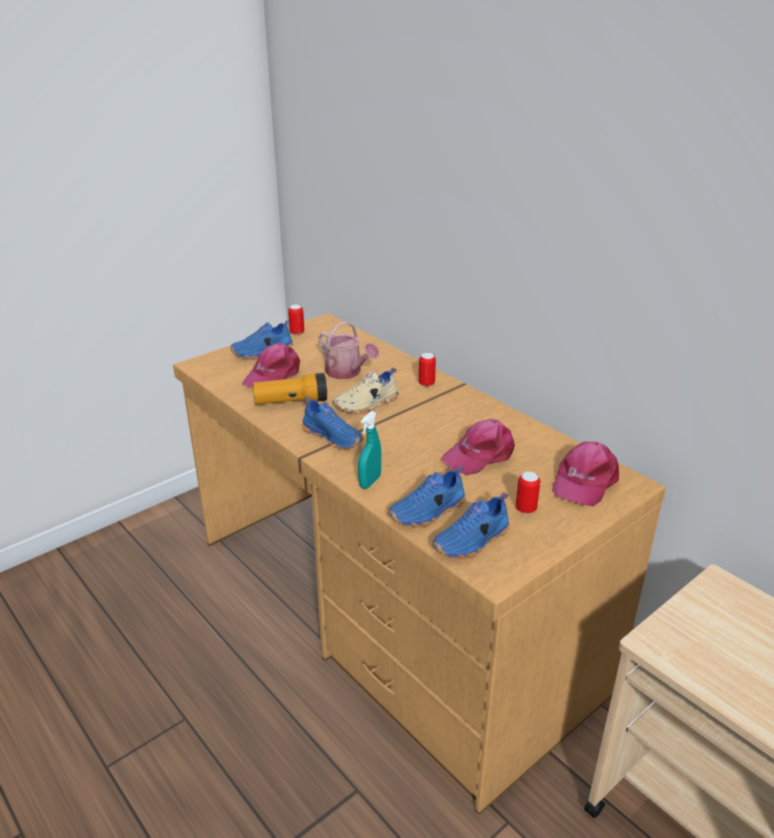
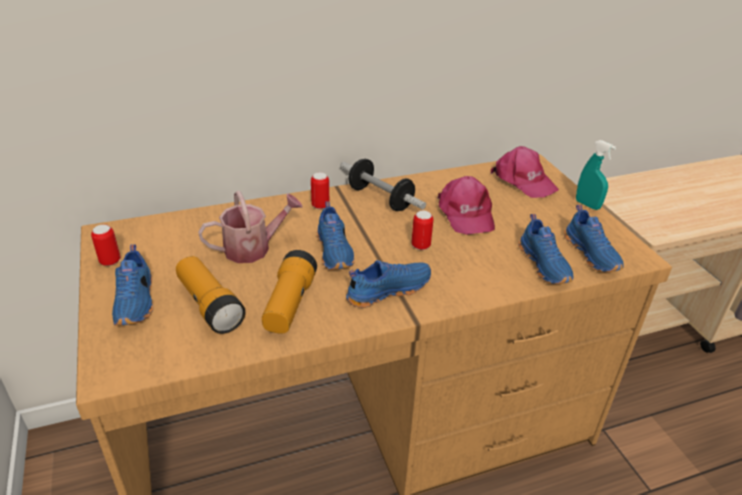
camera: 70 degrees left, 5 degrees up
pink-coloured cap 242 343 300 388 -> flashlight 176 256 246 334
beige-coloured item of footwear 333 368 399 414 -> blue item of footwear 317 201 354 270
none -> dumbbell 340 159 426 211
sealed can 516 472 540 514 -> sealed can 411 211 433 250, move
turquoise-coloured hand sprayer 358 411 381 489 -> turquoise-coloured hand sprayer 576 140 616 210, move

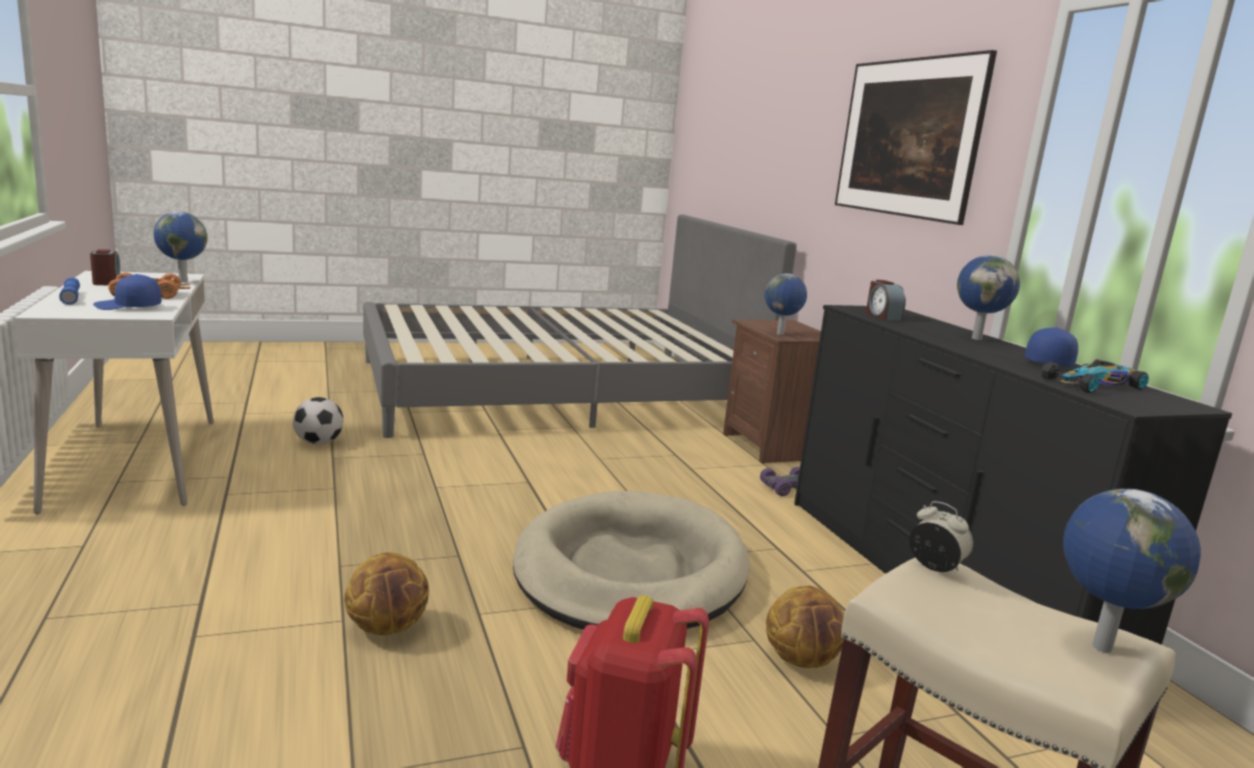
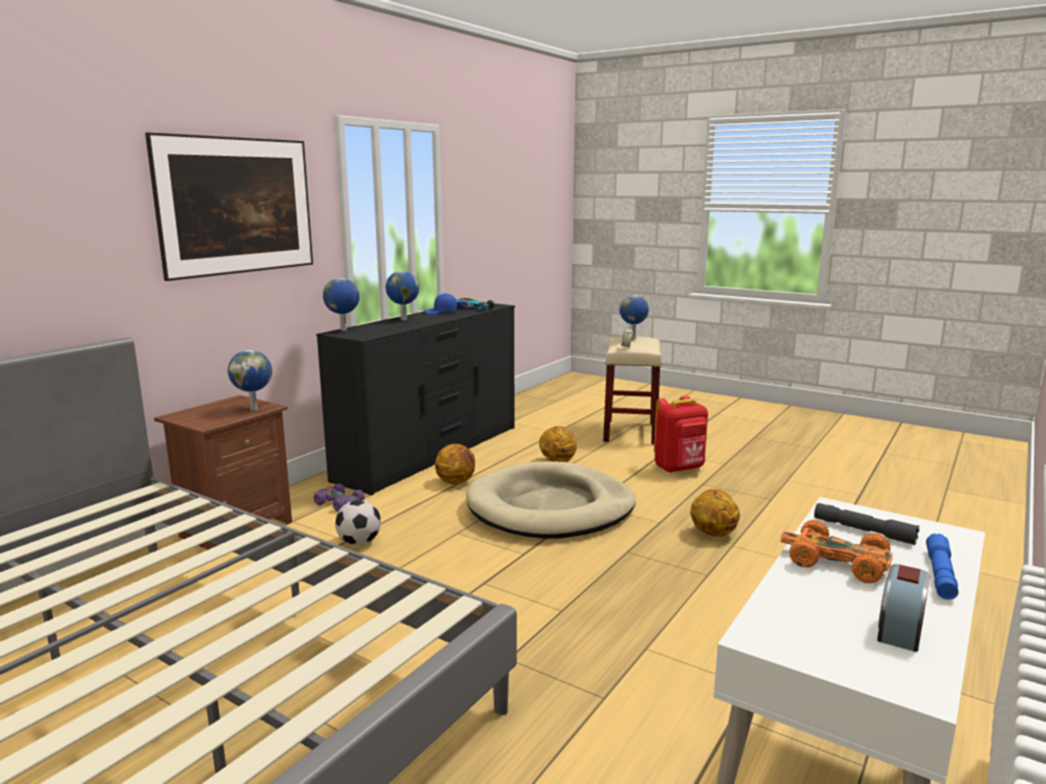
camera: 125 degrees left, 0 degrees up
globe 153 212 207 282 -> globe 323 278 360 331, move
ball for football 293 397 344 445 -> ball for football 335 500 381 545, move
none -> ball for basketball 435 444 475 485
blue cap 93 274 161 310 -> grey flashlight 814 503 919 545
alarm clock 866 280 906 321 -> none

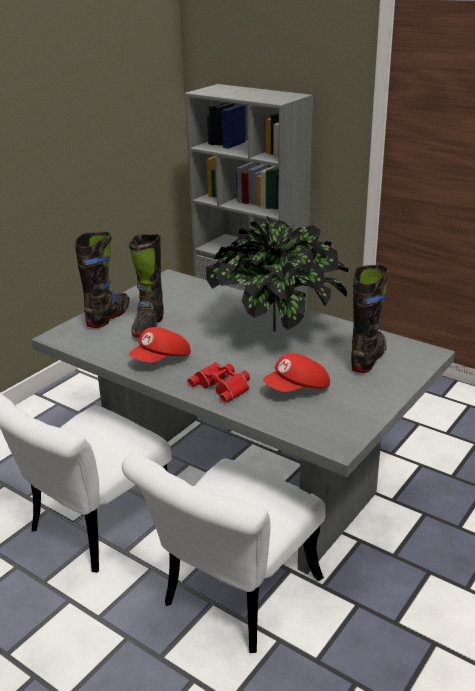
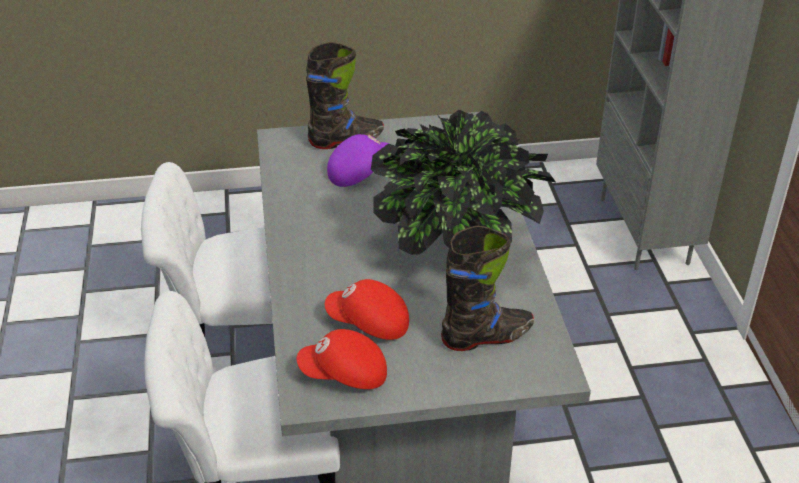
camera: 45 degrees right, 10 degrees up
reddish cap 129 327 191 363 -> reddish cap 297 329 387 389, move
black high-top boot 129 234 164 338 -> purplish cap 327 134 389 187
reddish pair of binoculars 188 362 250 403 -> none

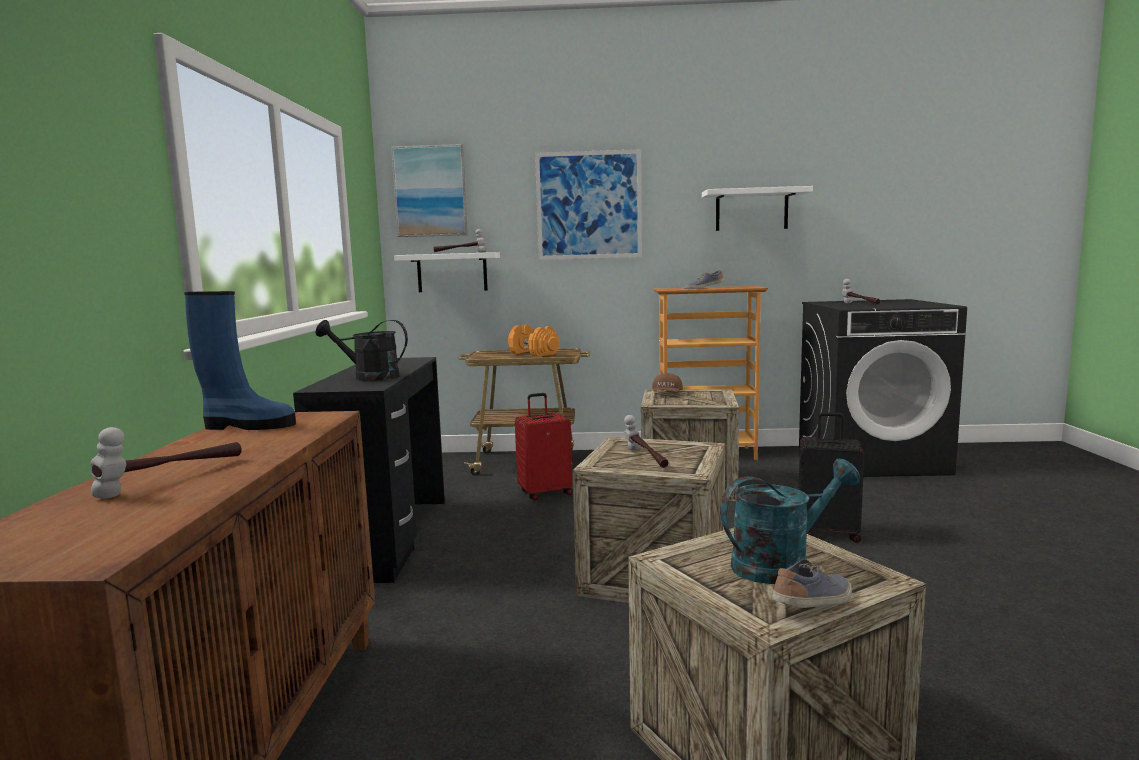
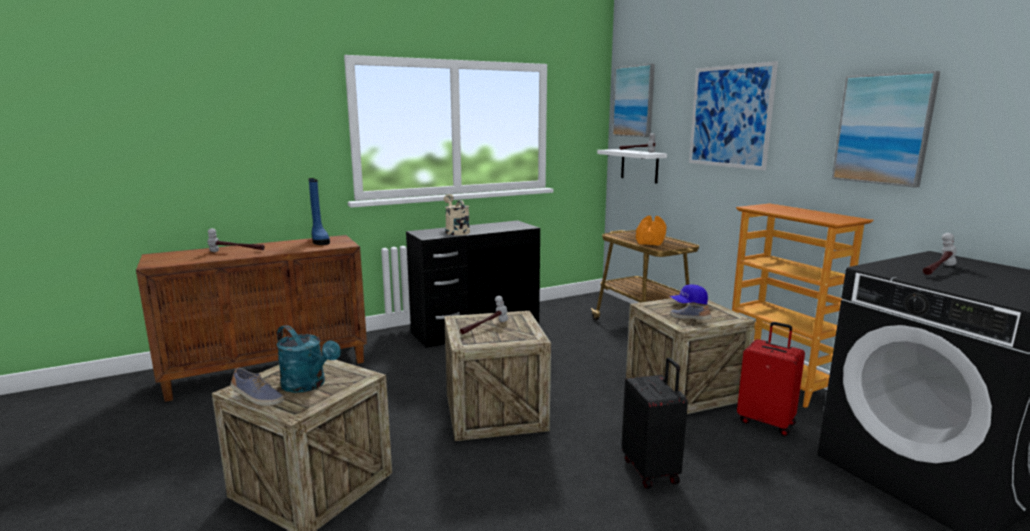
camera: 60 degrees right, 5 degrees up
black watering pot 315 320 408 381 -> beige-coloured watering pot 444 194 470 235
brownish cap 652 373 683 392 -> blue cap 669 284 708 304
item of footwear 684 270 724 289 -> item of footwear 670 304 711 320, move
reddish travel case 515 393 573 500 -> reddish travel case 737 322 805 436, move
white wall shelf 702 186 813 231 -> wall picture 832 71 940 188

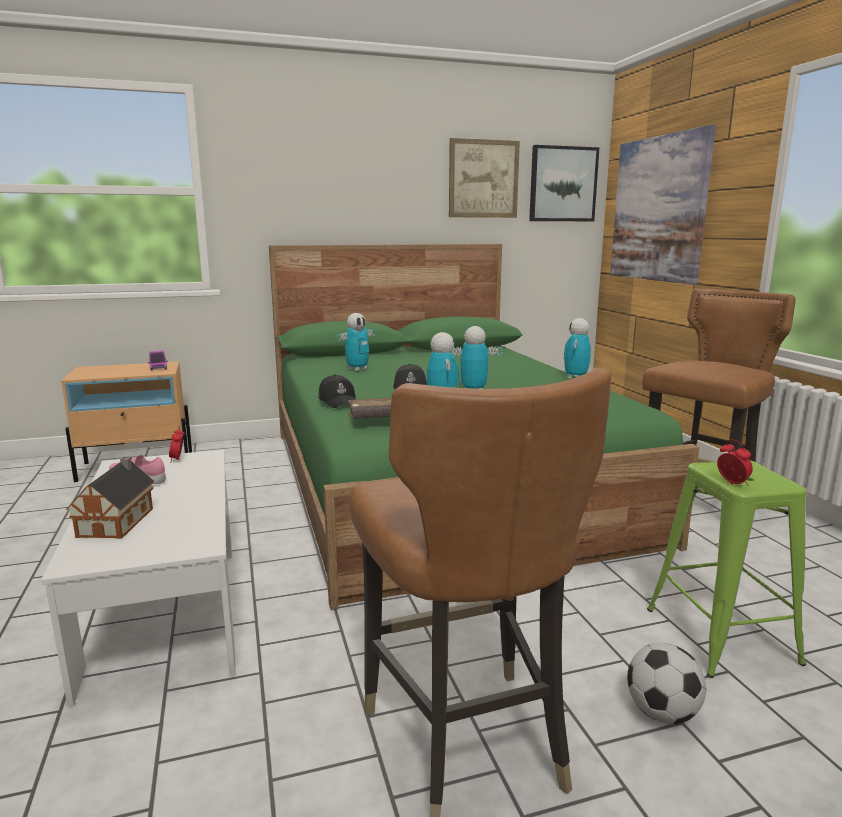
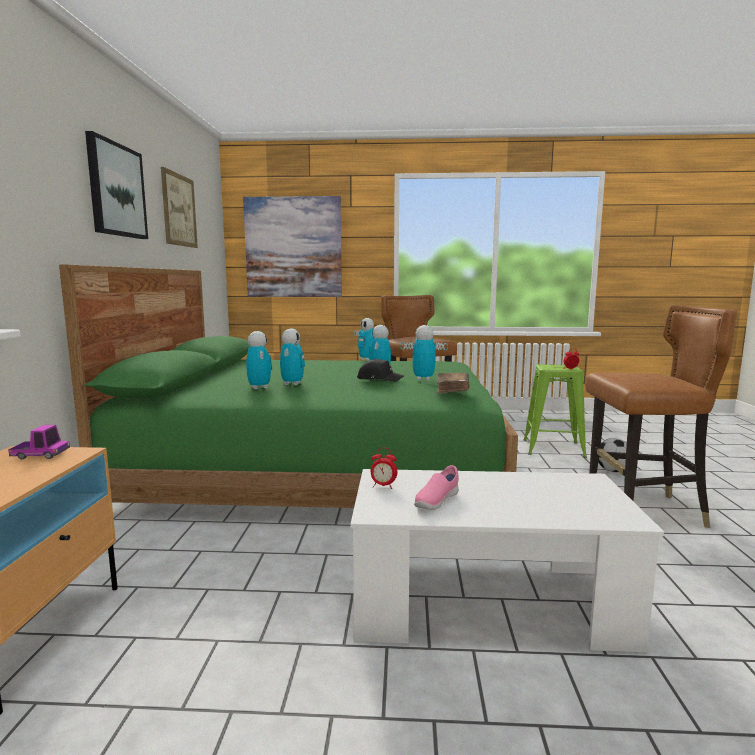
camera: 70 degrees left, 5 degrees down
wall picture 529 145 600 221 -> wall picture 85 131 148 239, move
none -> robot figure 280 329 305 385
miniature house 66 457 155 539 -> none
black cap 318 374 356 408 -> none

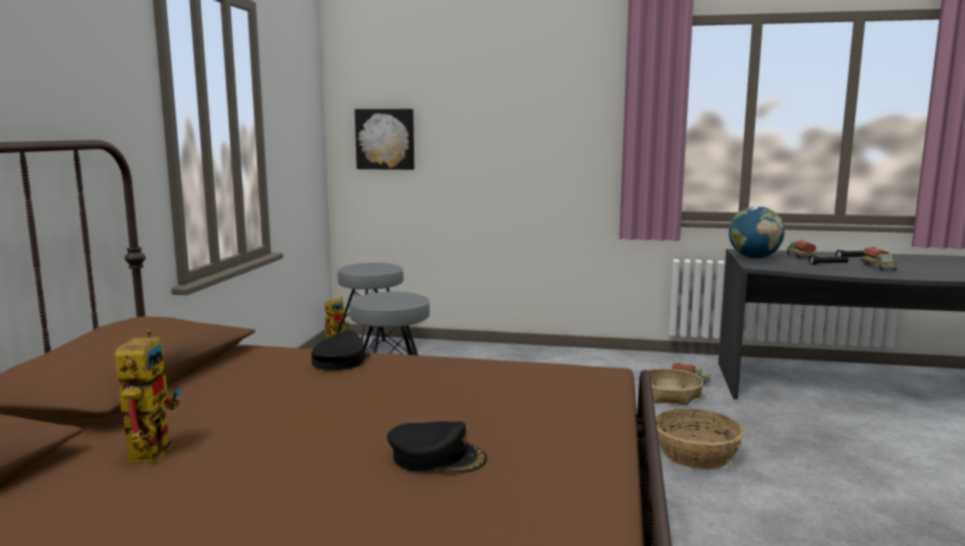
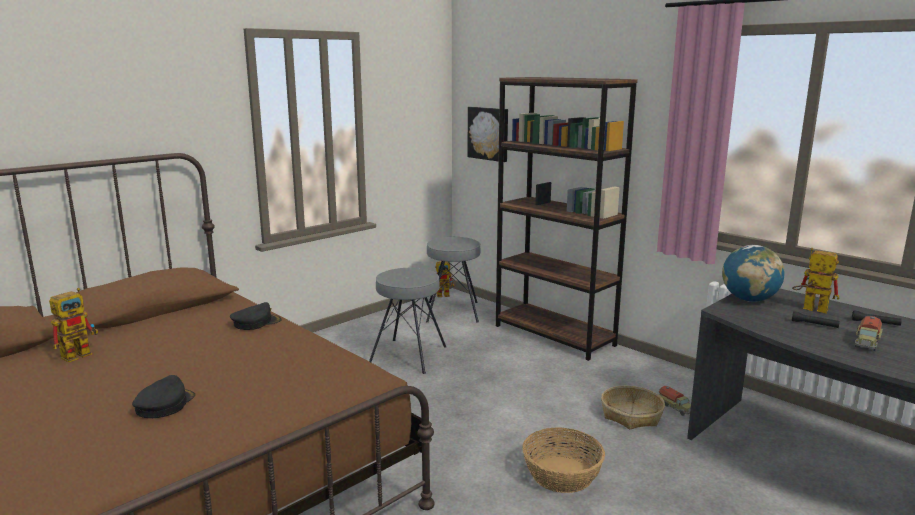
camera: 35 degrees right, 5 degrees up
black cap 387 421 487 472 -> black cap 132 375 195 418, 120 degrees counterclockwise
none -> brownish bookshelf 496 77 638 361
model truck 787 240 818 259 -> robot figure 792 248 839 314

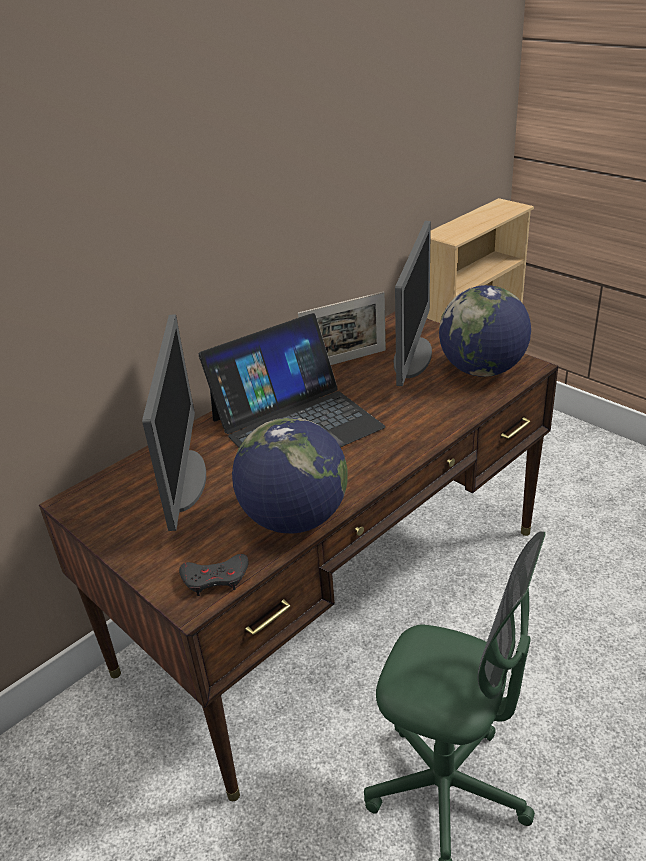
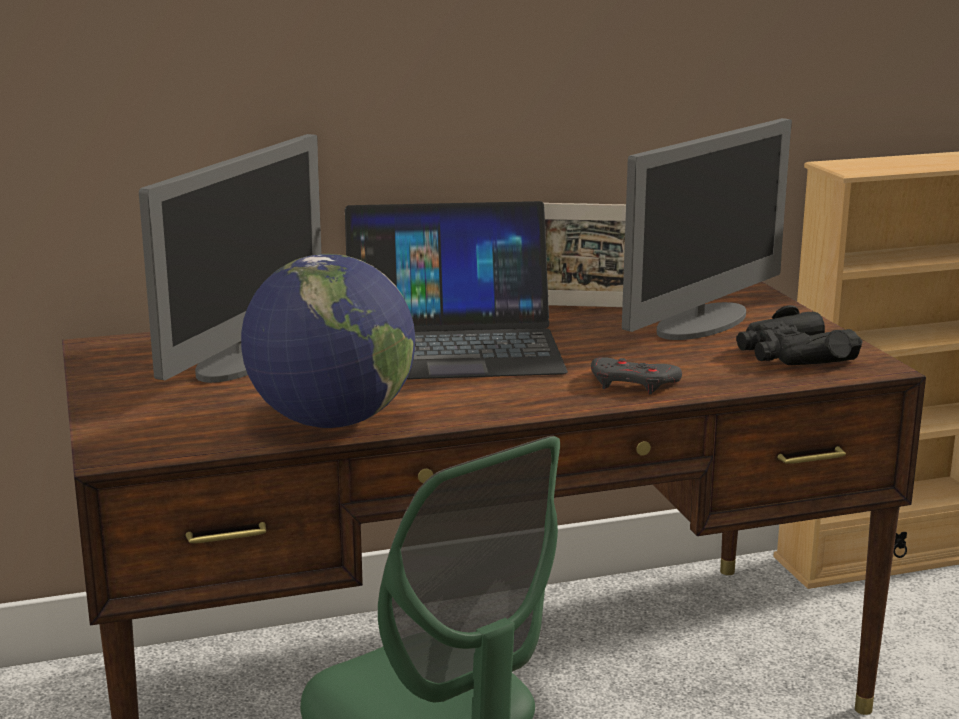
camera: 25 degrees right, 15 degrees down
grey game controller 179 554 249 596 -> grey game controller 591 357 682 395, move
globe 439 285 531 377 -> black pair of binoculars 736 305 863 365

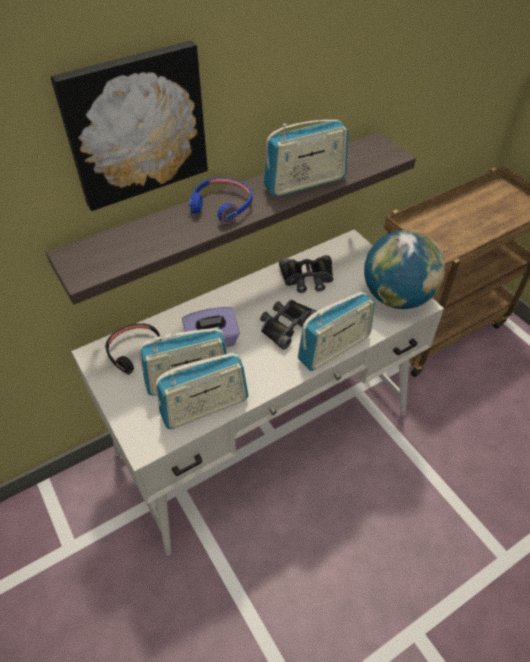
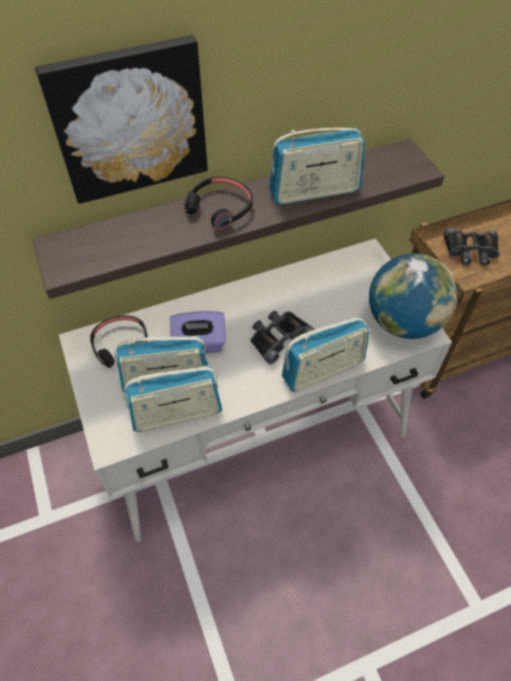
camera: 10 degrees right, 5 degrees up
blue pair of headphones 188 178 252 224 -> black pair of headphones 184 177 253 231
black pair of binoculars 279 255 334 293 -> black pair of binoculars 443 228 499 266, move

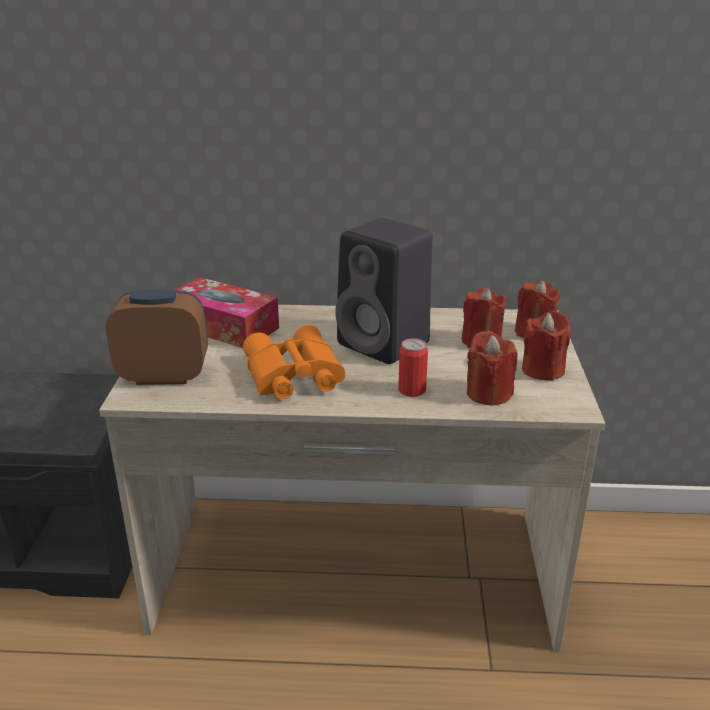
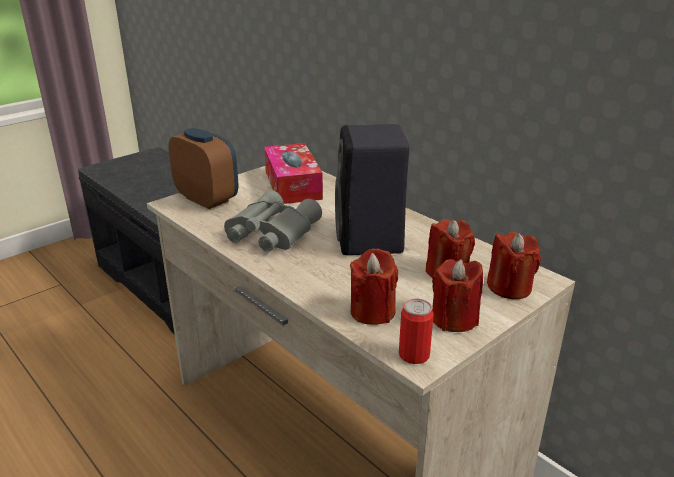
camera: 45 degrees right, 0 degrees up
orangey pair of binoculars 243 325 345 399 -> grey pair of binoculars 224 190 322 252
sealed can 398 338 428 397 -> sealed can 399 299 434 364, move

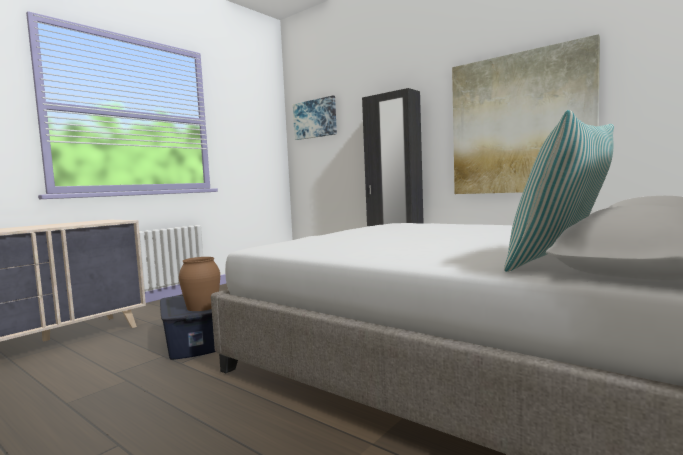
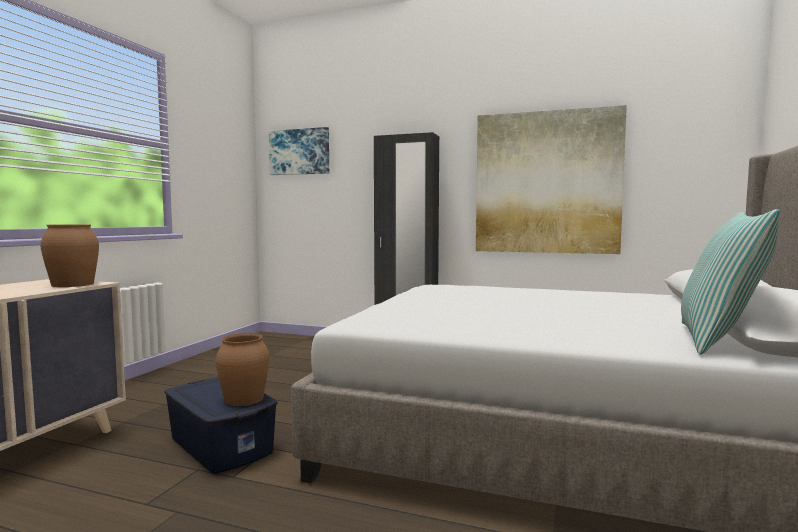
camera: 20 degrees left, 0 degrees up
none -> brownish decorative vase 40 224 99 287

